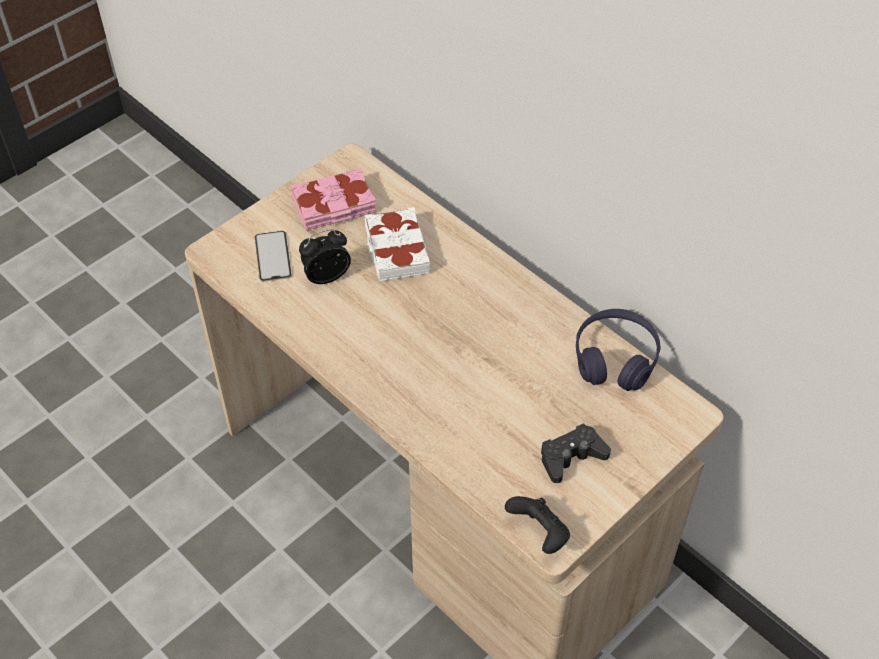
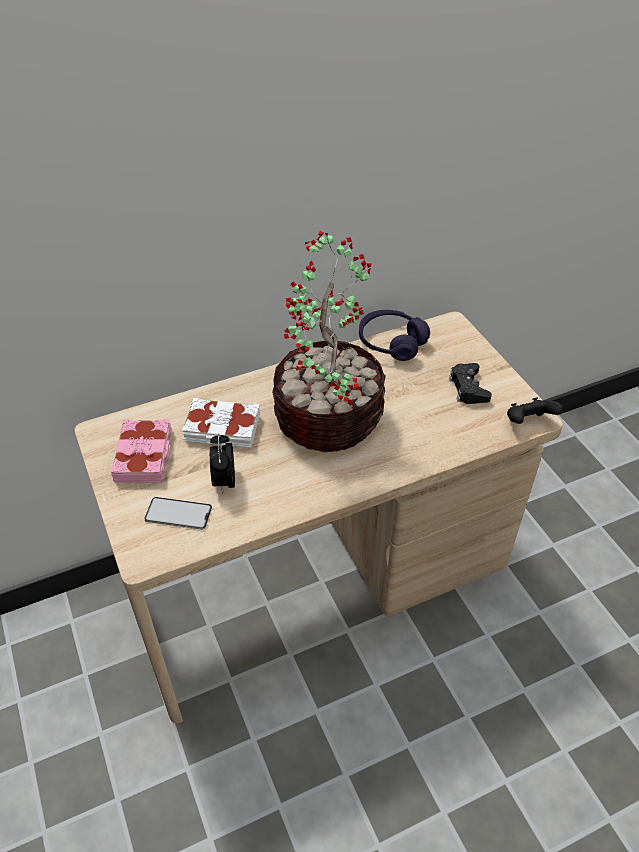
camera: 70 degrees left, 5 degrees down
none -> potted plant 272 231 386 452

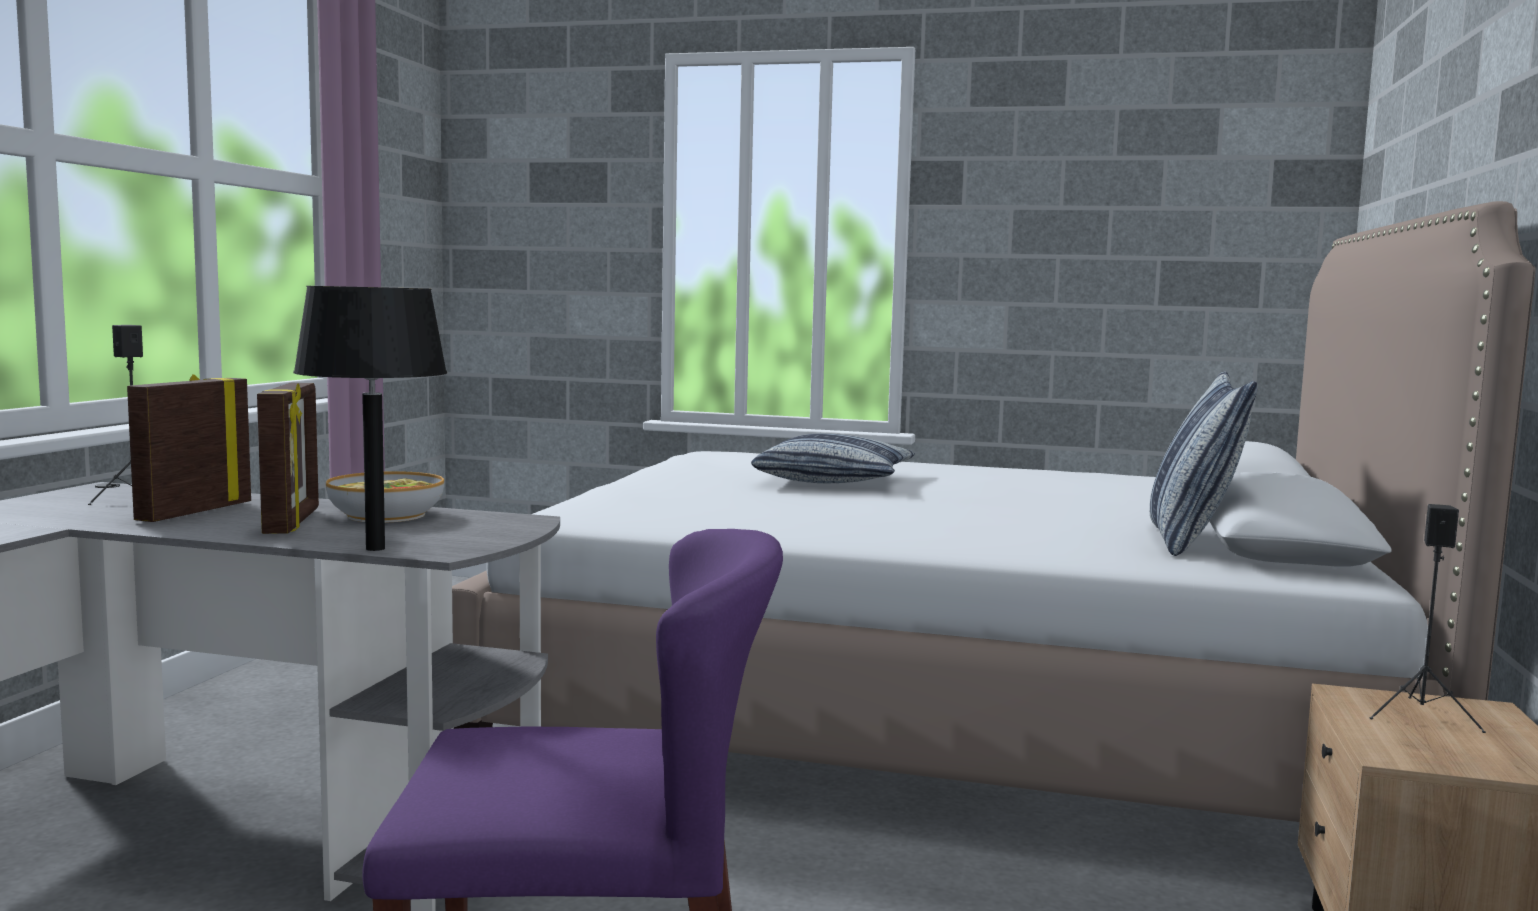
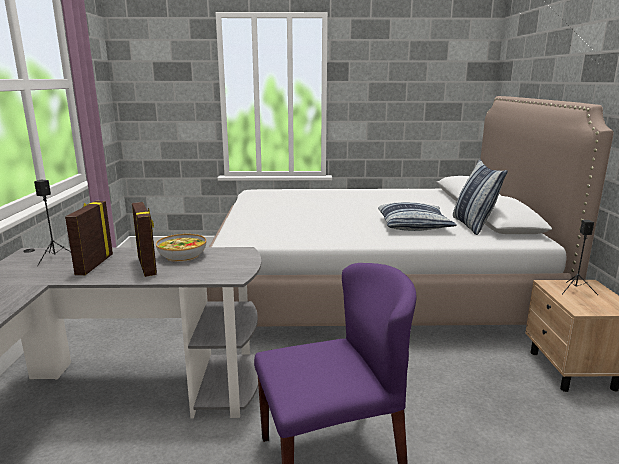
camera: 15 degrees left, 10 degrees up
throw pillow 751 433 915 483 -> throw pillow 378 202 457 231, move
black lamp for a table 293 286 447 551 -> none

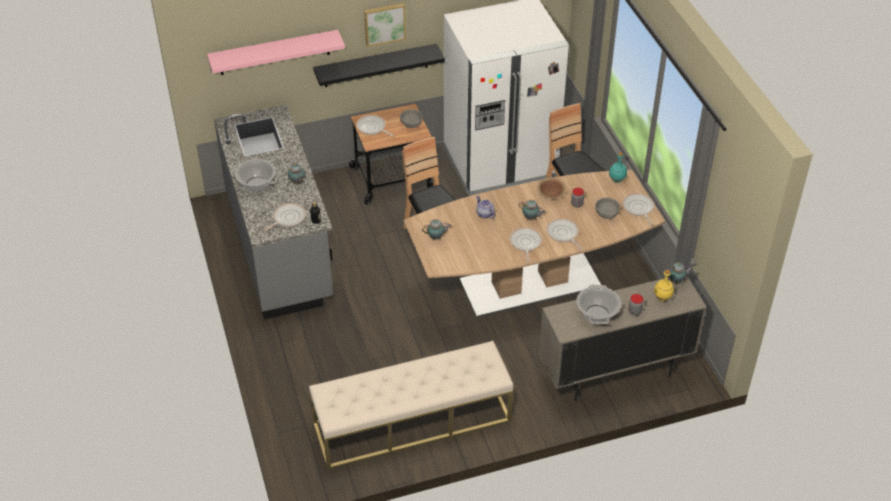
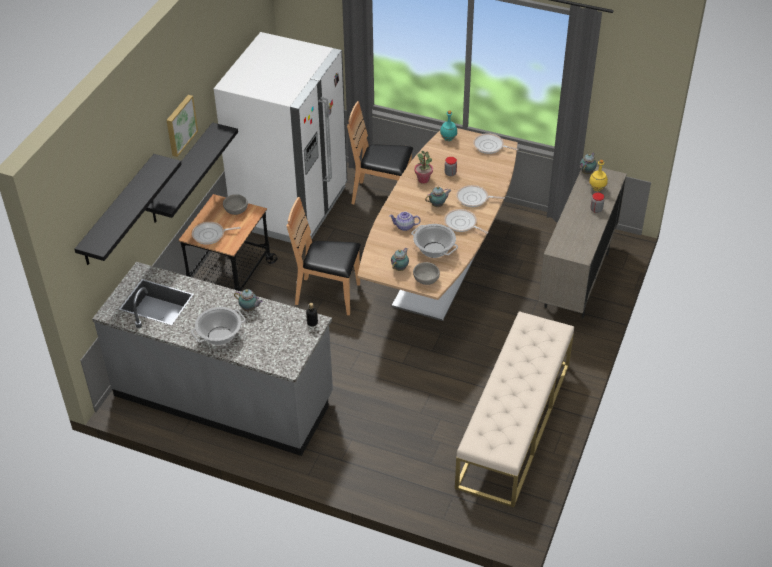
camera: 50 degrees left, 0 degrees up
pink-coloured wall shelf 207 30 345 75 -> black wall shelf 75 154 182 265
cooking pot 576 285 621 324 -> cooking pot 411 224 458 258, move
grey deep dish 595 197 620 219 -> grey deep dish 413 262 440 285, move
brownish deep dish 537 178 566 199 -> potted plant 414 151 433 184
pan 264 203 306 231 -> none

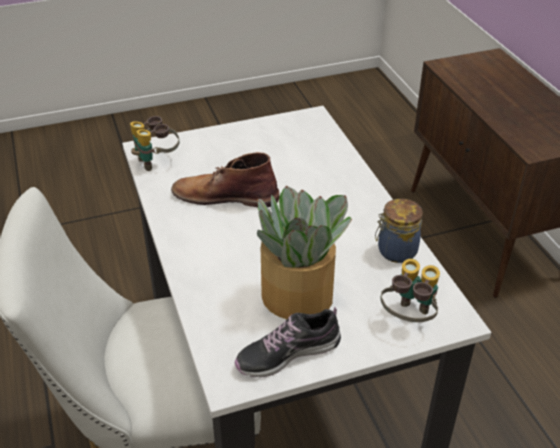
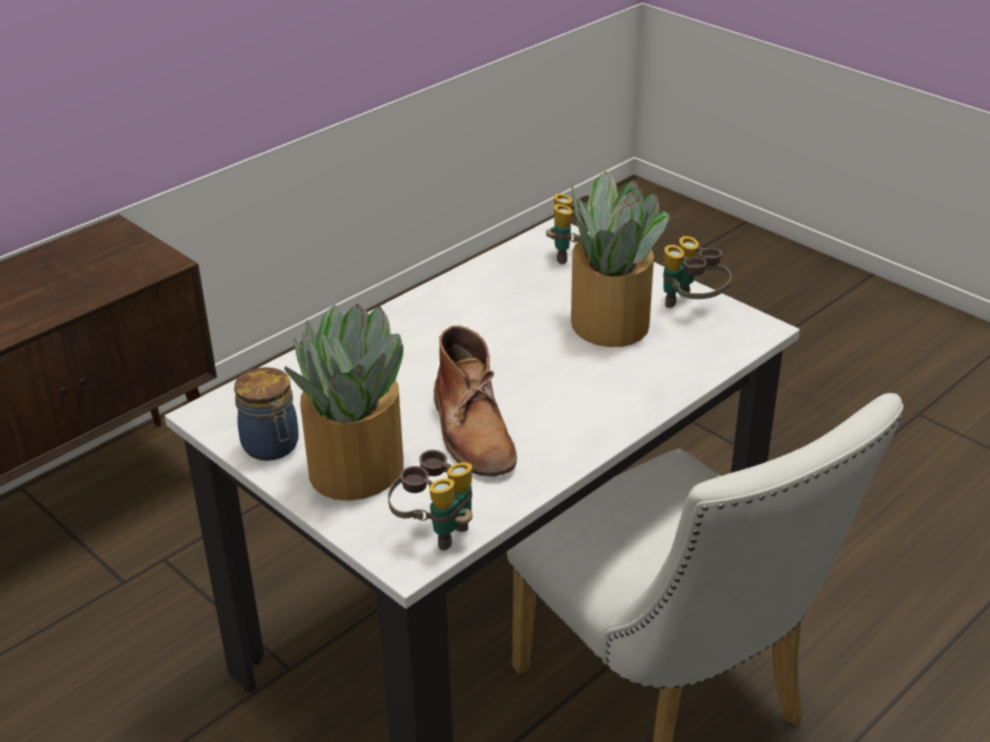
camera: 115 degrees left, 5 degrees down
preserve jar 375 199 423 263 -> preserve jar 234 367 299 461, move
none -> potted plant 284 304 404 501
item of footwear 235 307 341 377 -> pair of binoculars 663 236 731 308

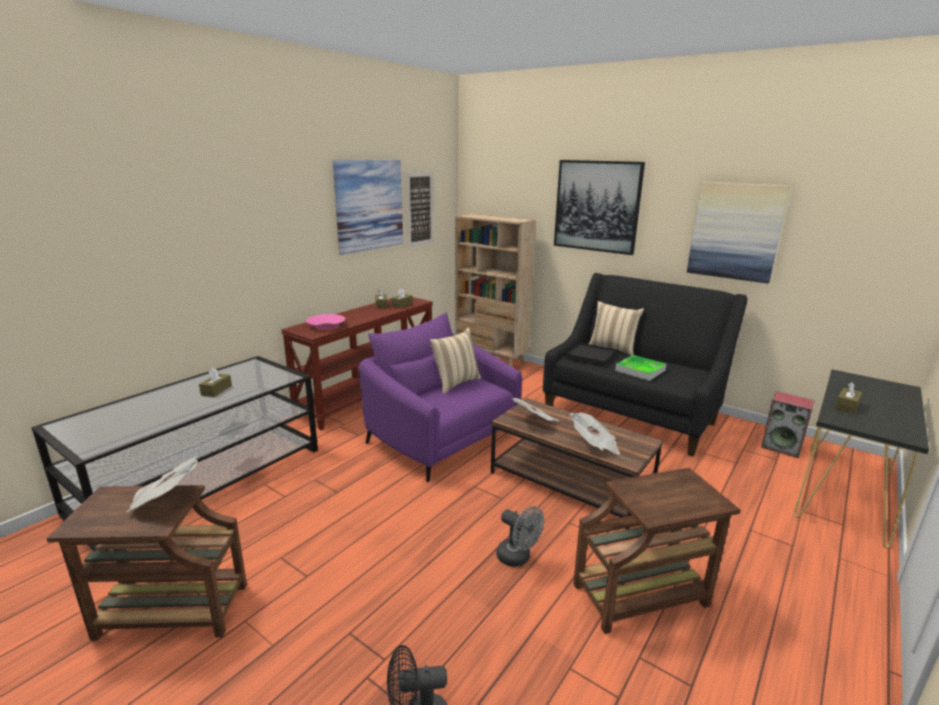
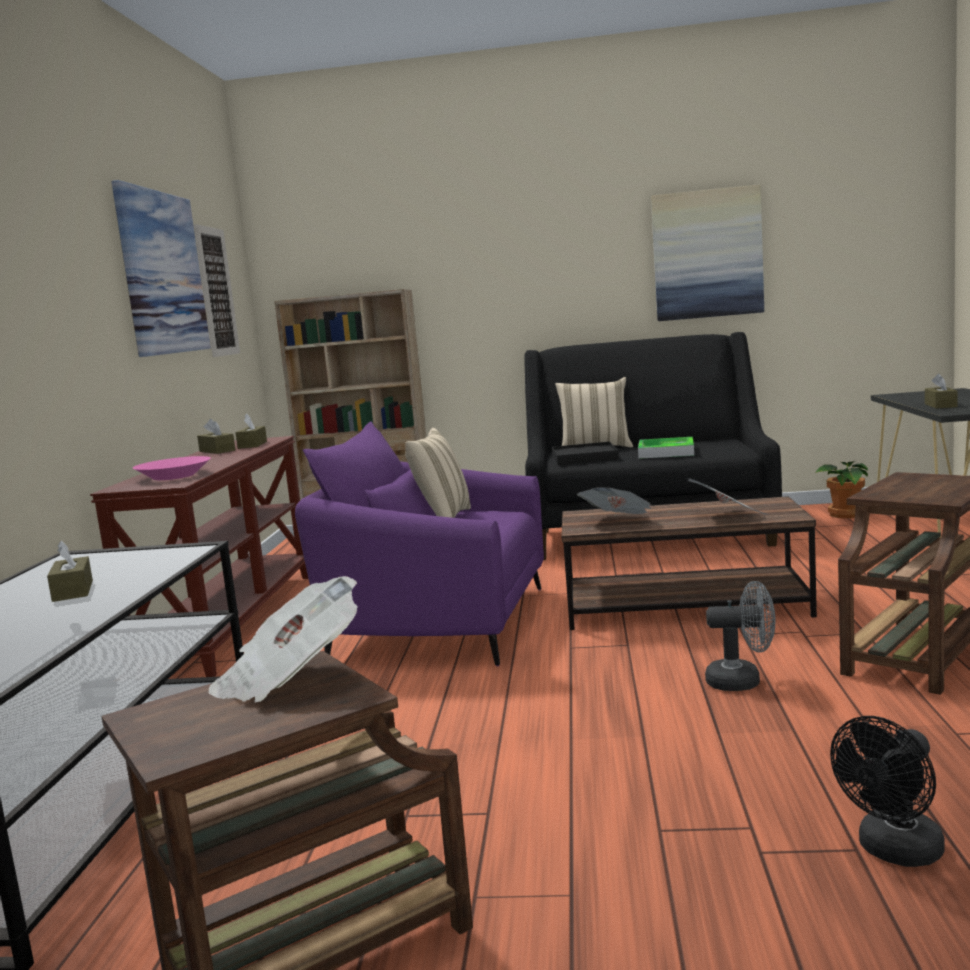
camera: 30 degrees left, 10 degrees down
audio speaker 761 391 815 458 -> potted plant 815 461 868 518
wall picture 554 160 645 255 -> none

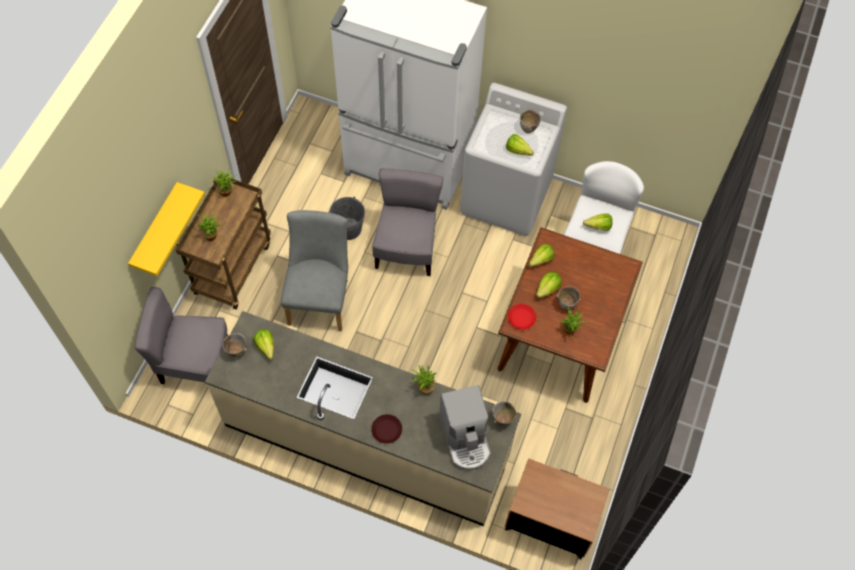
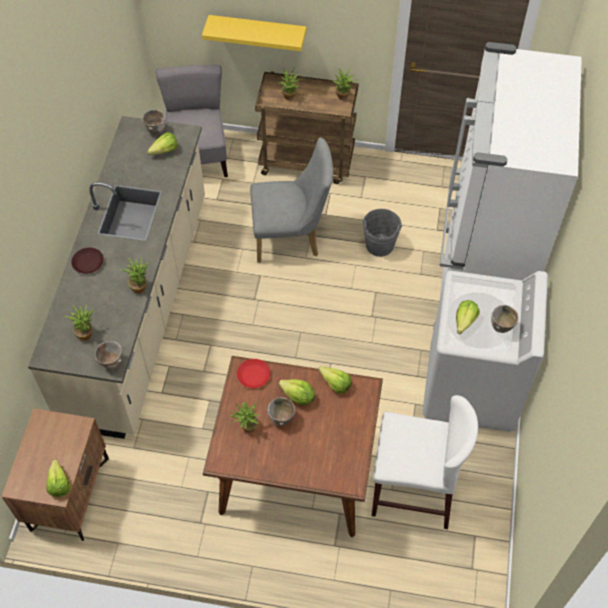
camera: 80 degrees right, 5 degrees down
lettuce head 583 213 613 231 -> lettuce head 46 459 70 497, move
coffee maker 439 385 491 470 -> potted plant 65 303 94 341
grey plain chair 372 169 443 276 -> none

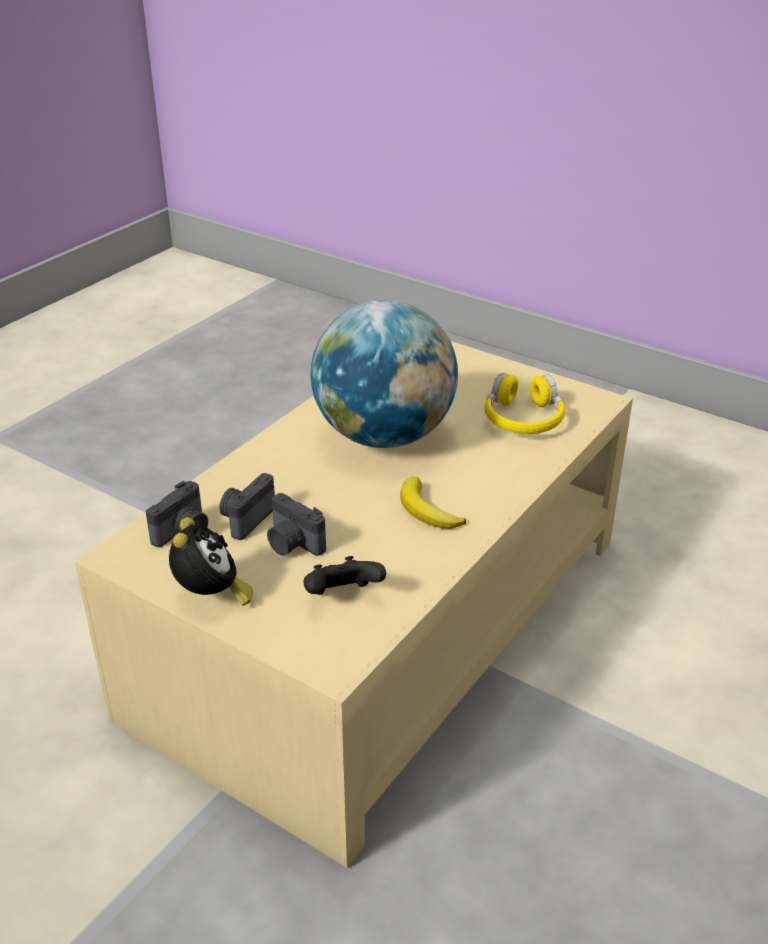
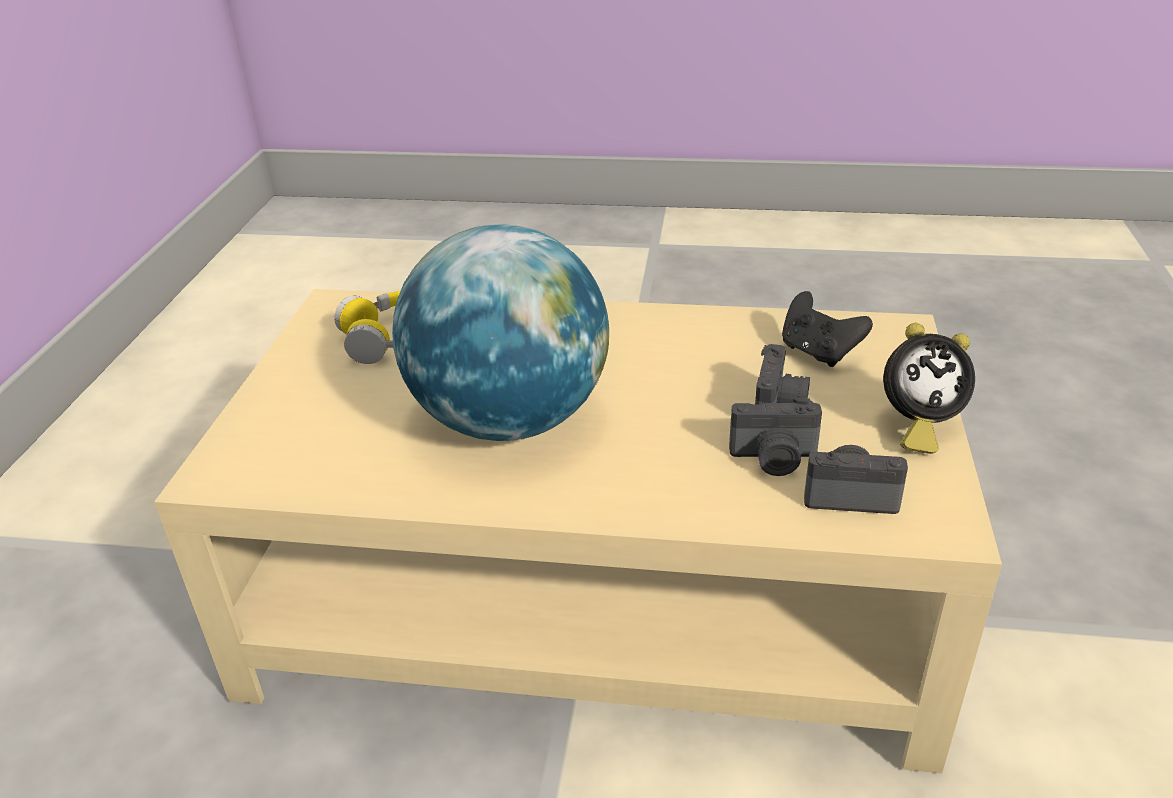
camera: 115 degrees left, 0 degrees up
alarm clock 169 517 253 606 -> alarm clock 883 323 975 454, 150 degrees counterclockwise
whole banana 400 477 466 529 -> none

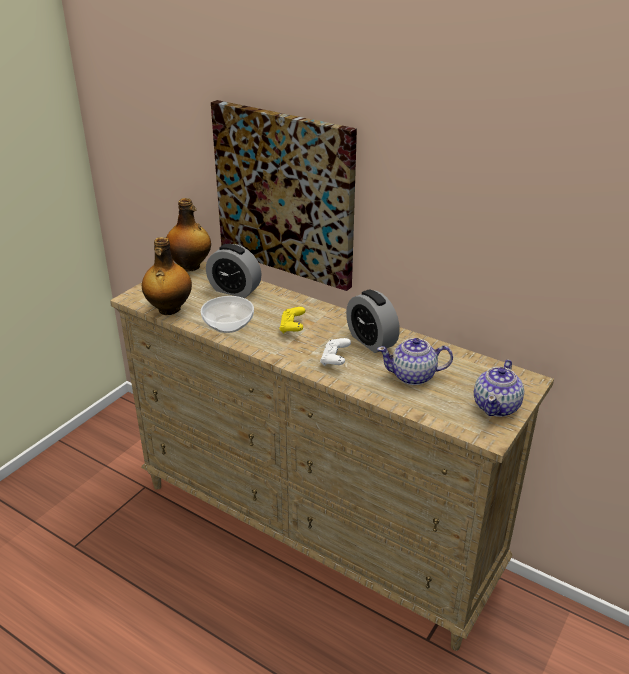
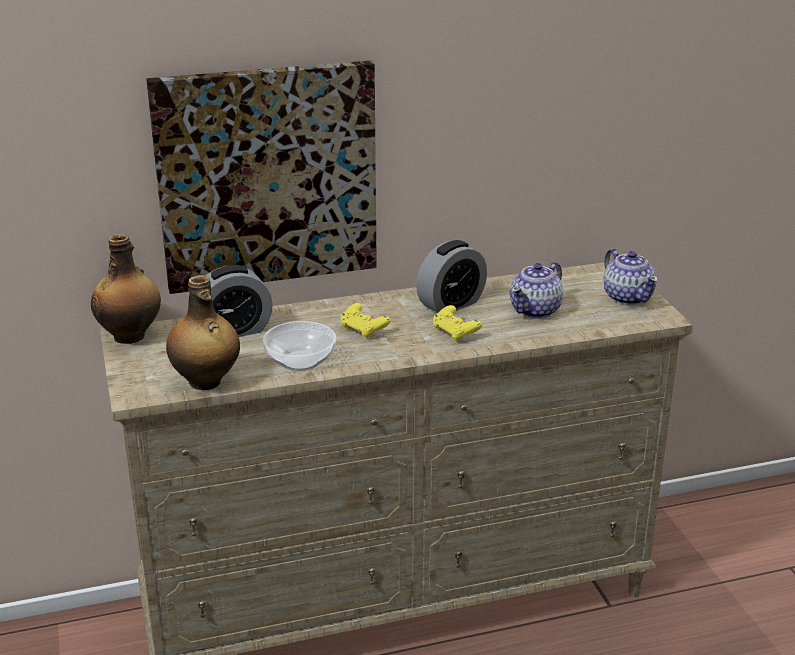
camera: 50 degrees left, 5 degrees down
alarm clock 346 290 400 353 -> alarm clock 416 240 487 313, 45 degrees counterclockwise
white game controller 320 338 351 366 -> yellow game controller 433 305 482 342

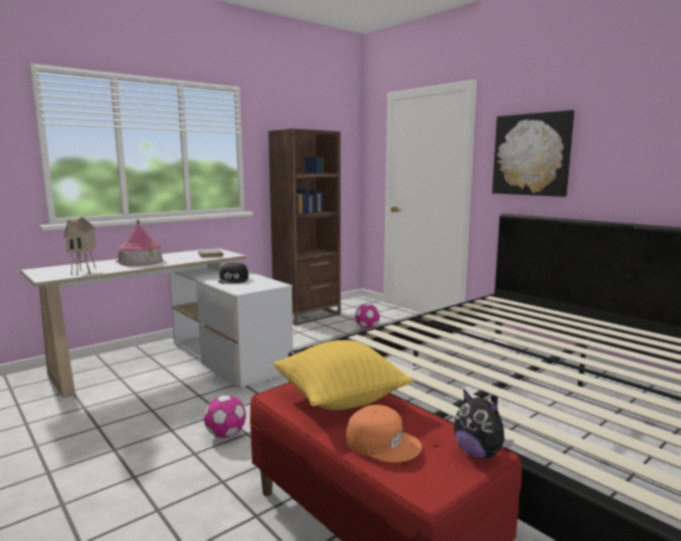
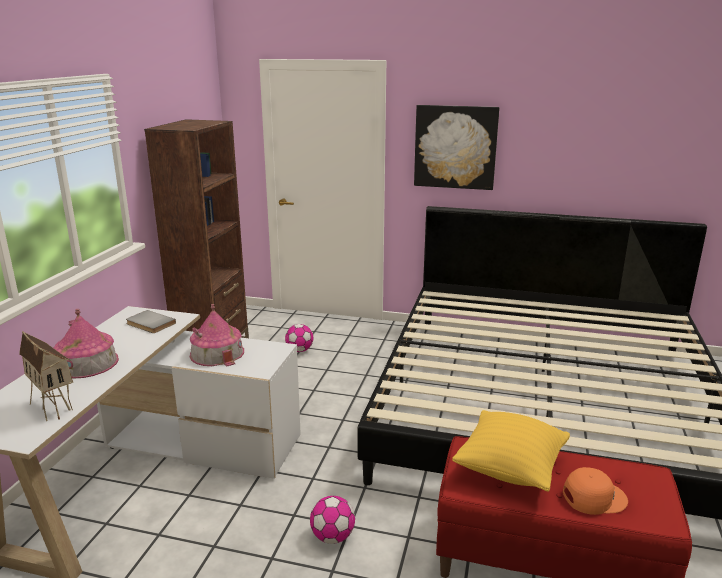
camera: 35 degrees left, 10 degrees up
black cap 218 262 249 284 -> miniature house 190 304 244 367
cuddly toy 454 389 514 459 -> none

